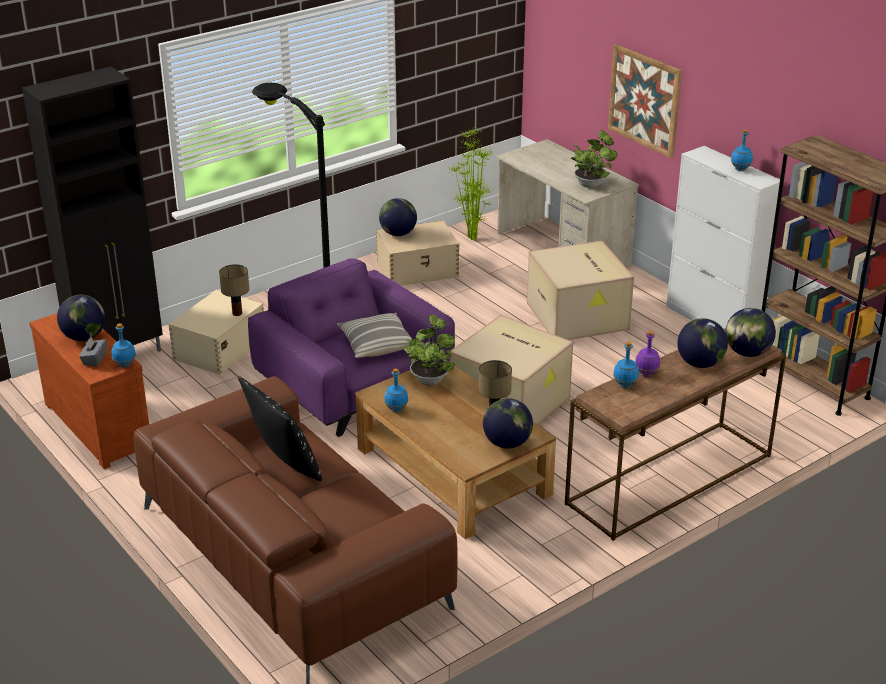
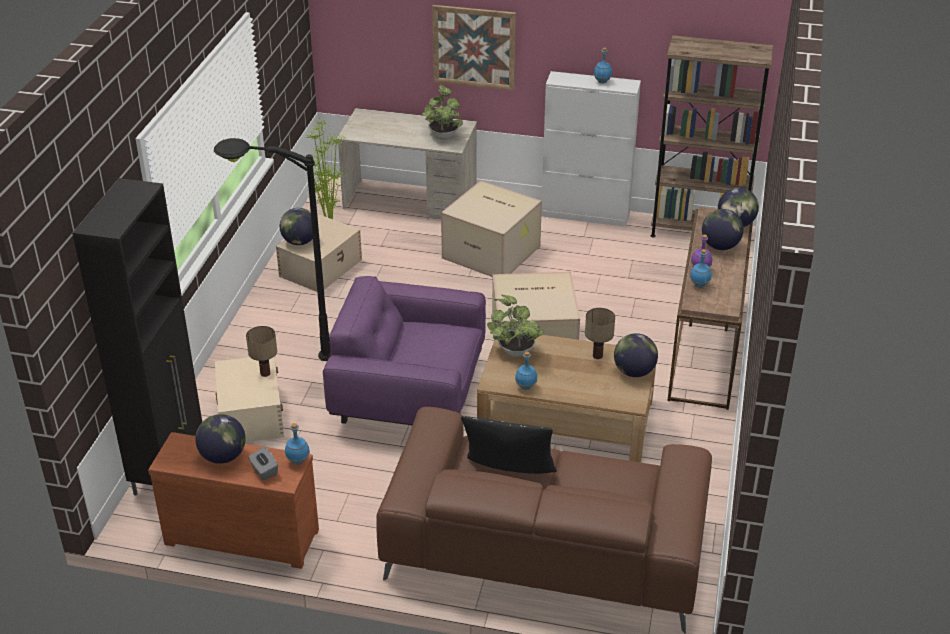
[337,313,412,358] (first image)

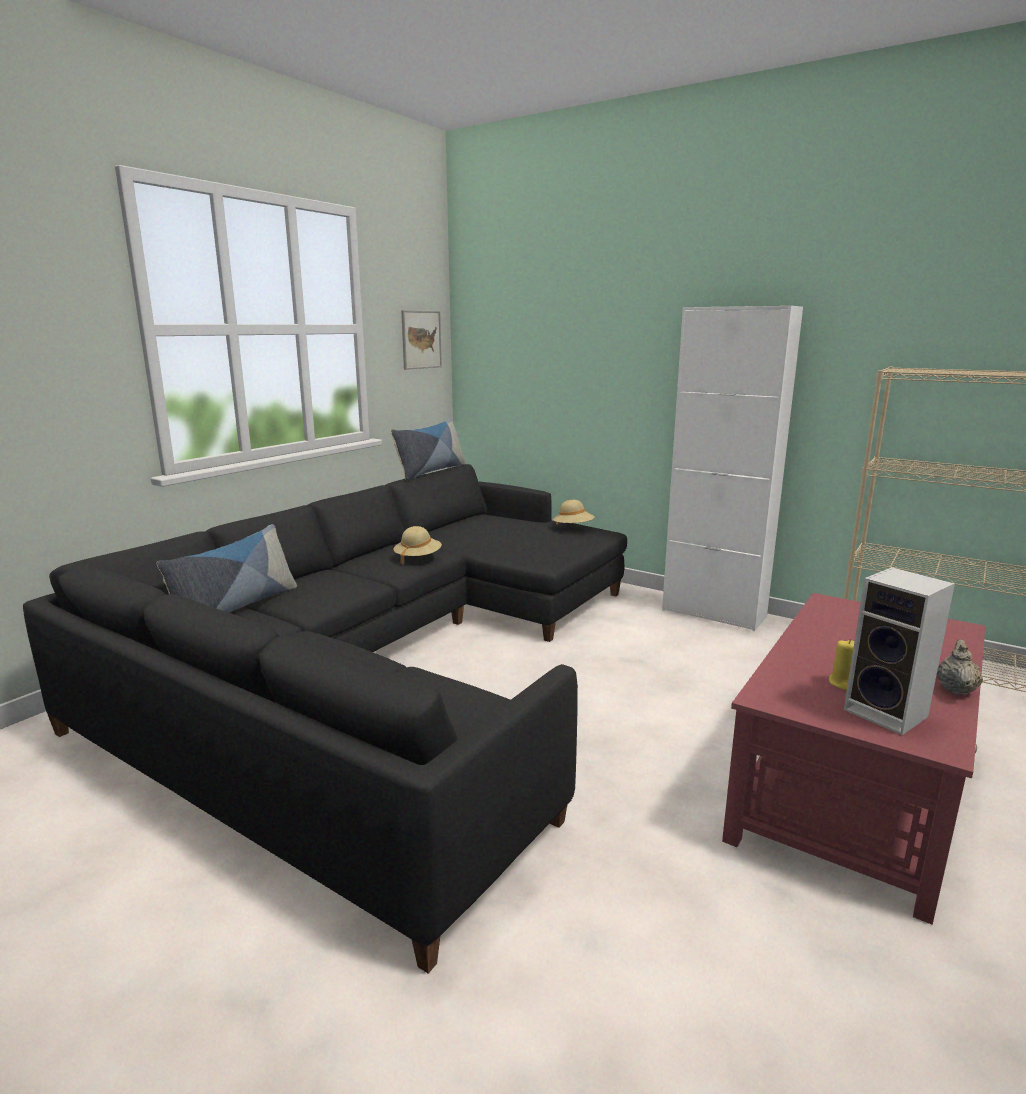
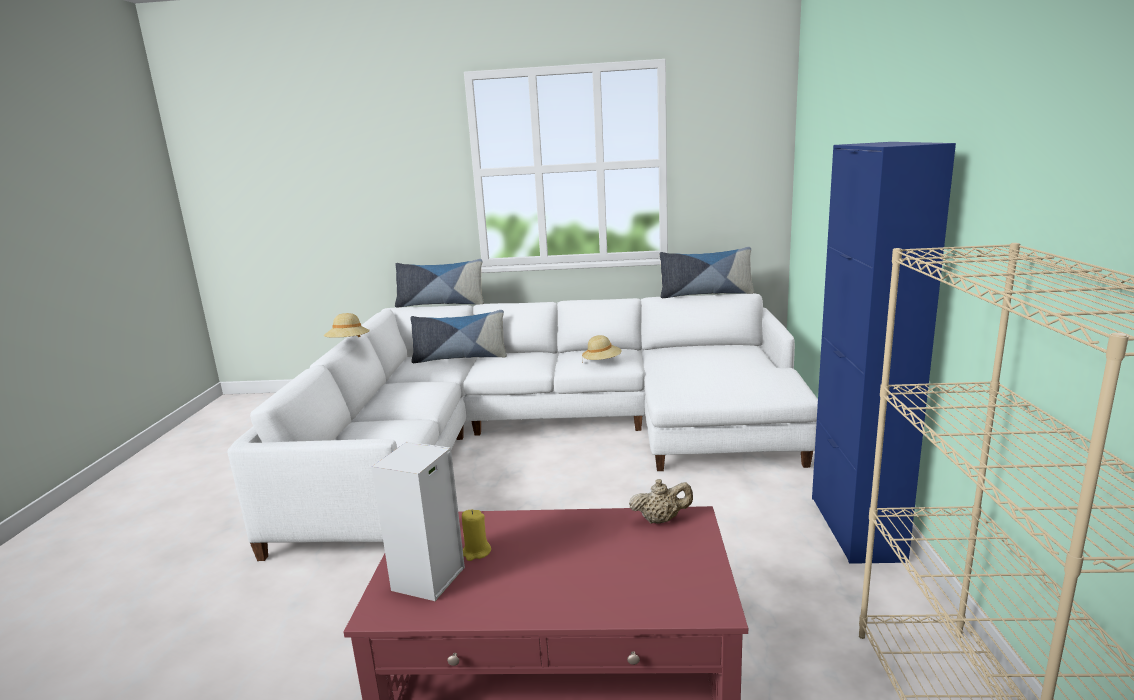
[227,293,818,561]
[401,310,442,370] (first image)
[324,313,370,338]
[812,142,956,564]
[629,479,693,524]
[395,259,484,307]

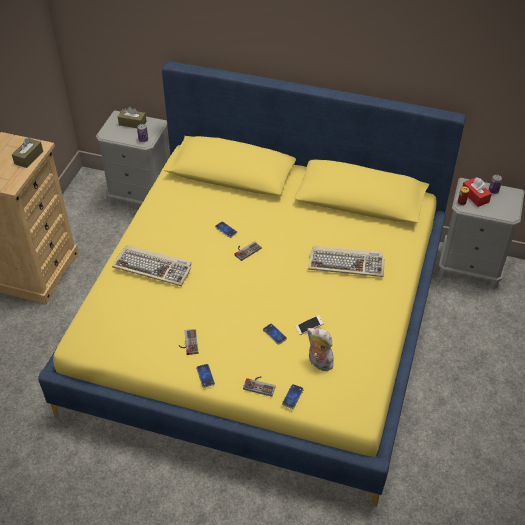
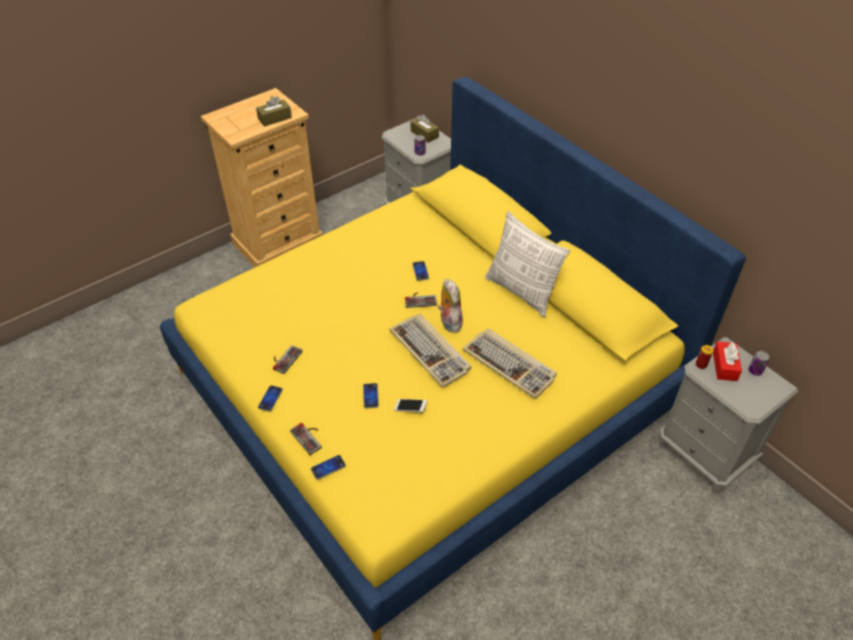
[390,314,471,388]
[438,279,463,333]
[485,211,570,318]

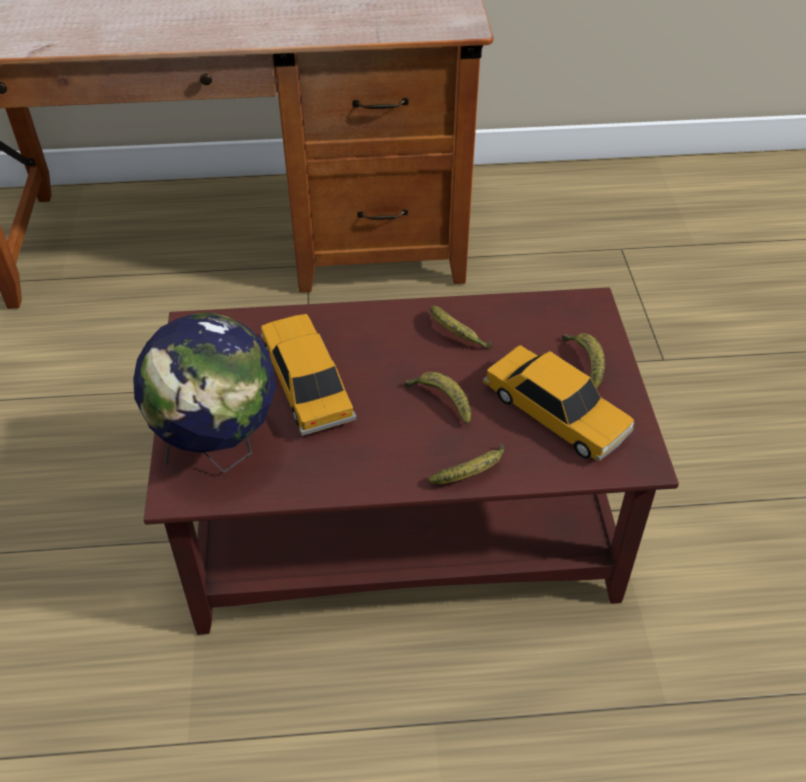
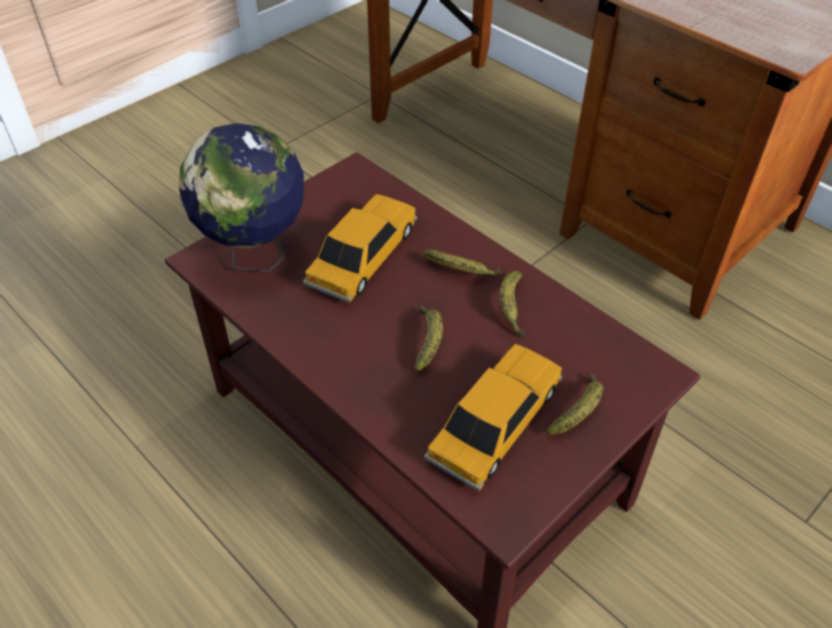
[424,249,500,276]
[424,344,562,492]

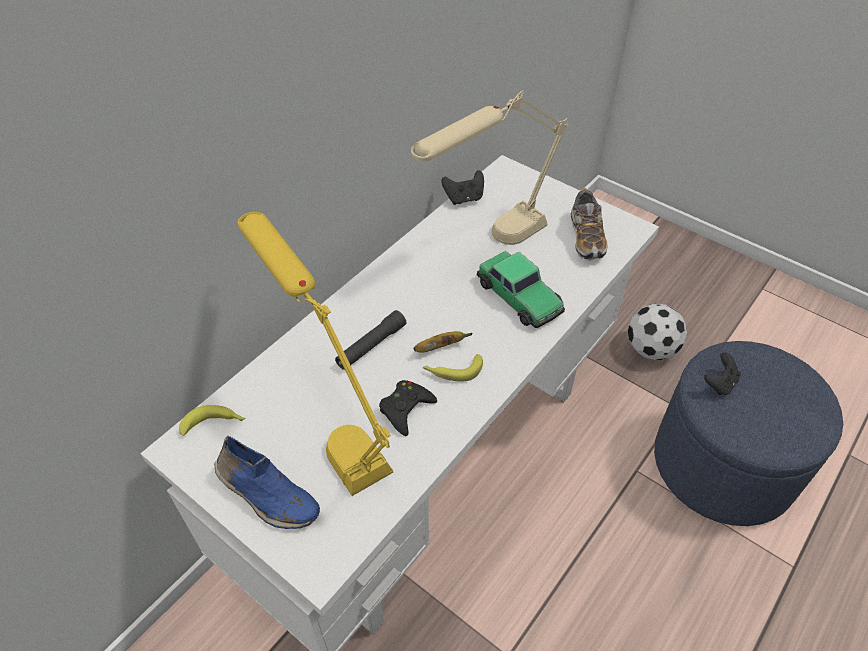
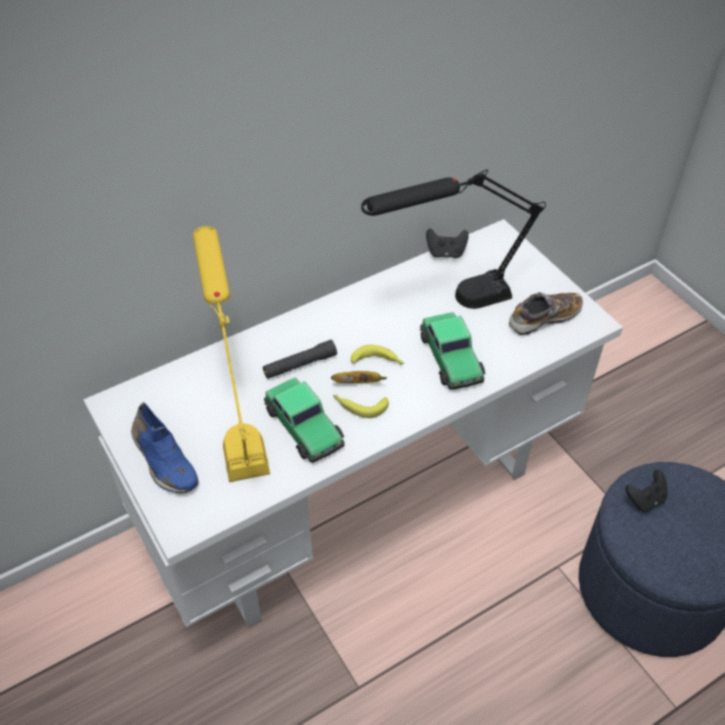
[351,345,404,365]
[264,378,345,463]
[361,170,546,309]
[508,292,583,336]
[628,304,687,360] (first image)

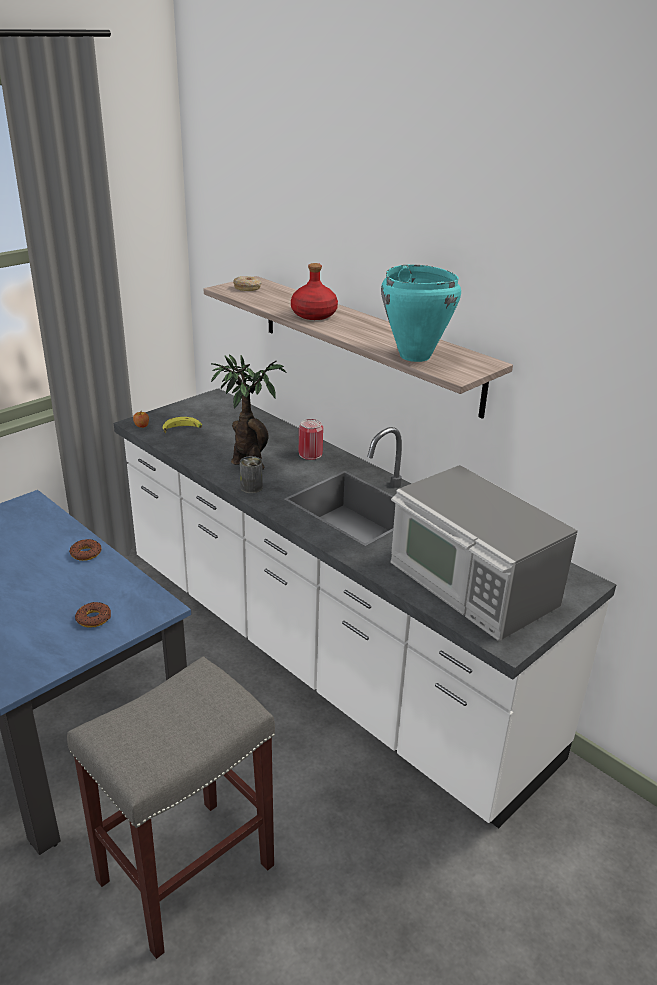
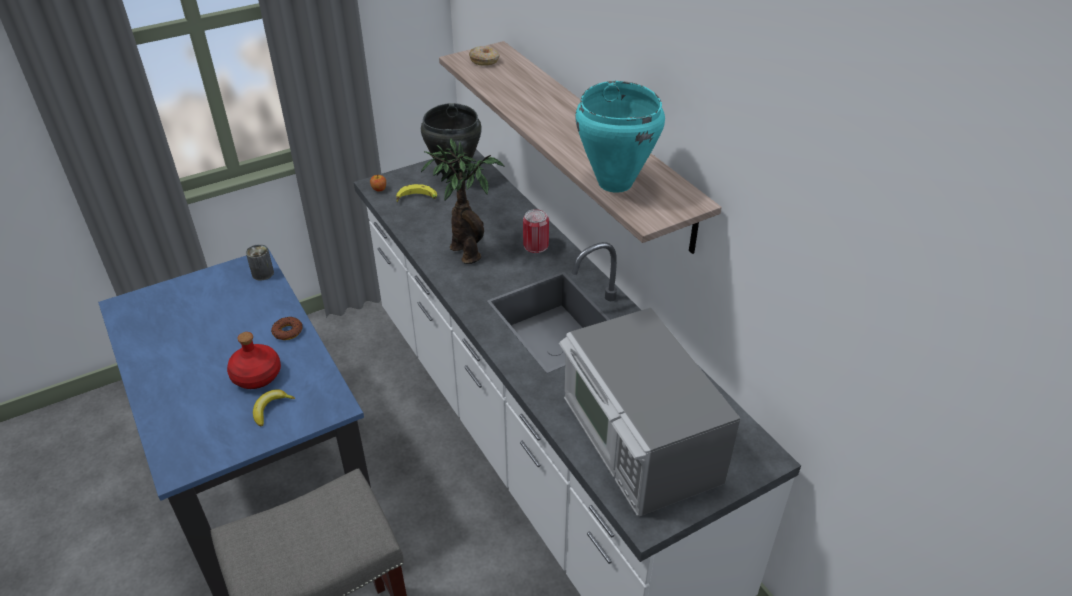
[253,389,295,426]
[246,244,274,281]
[227,332,281,389]
[421,103,482,179]

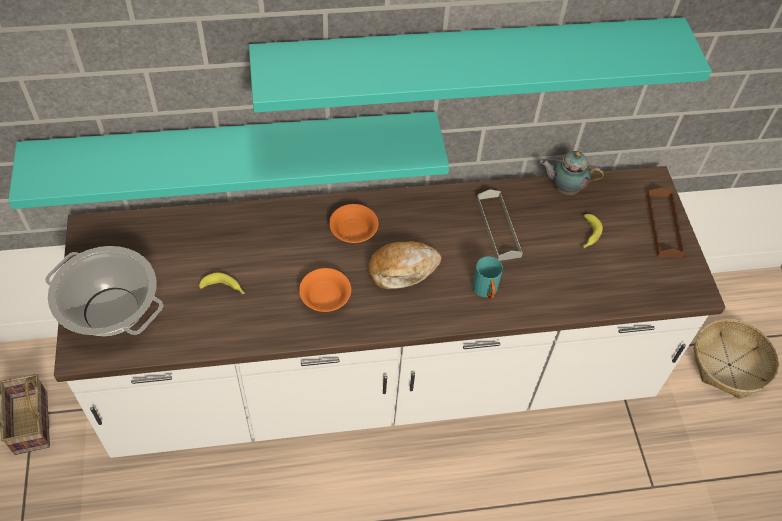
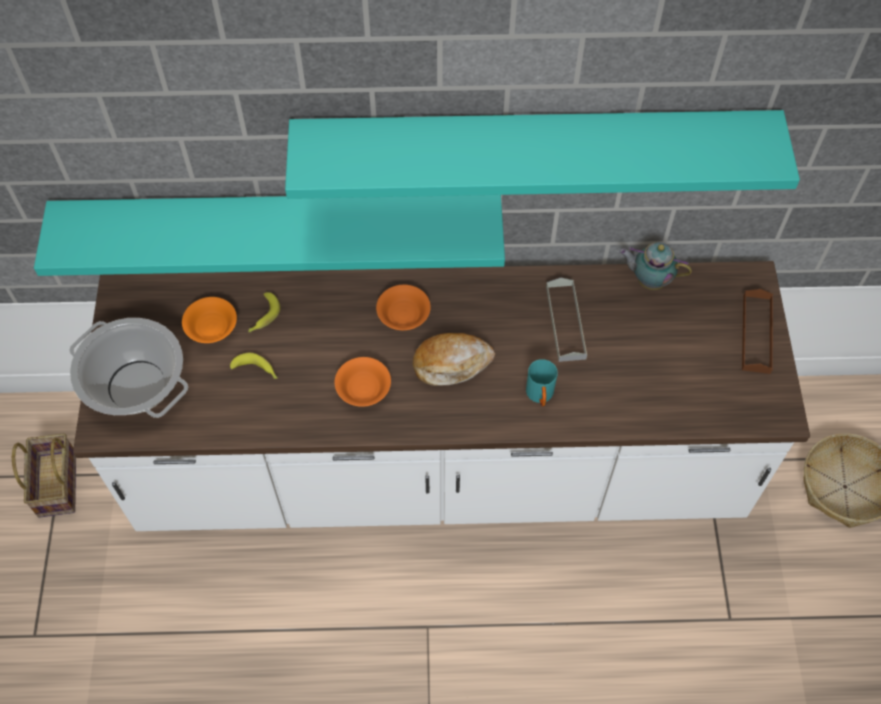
[248,292,280,332]
[182,297,237,343]

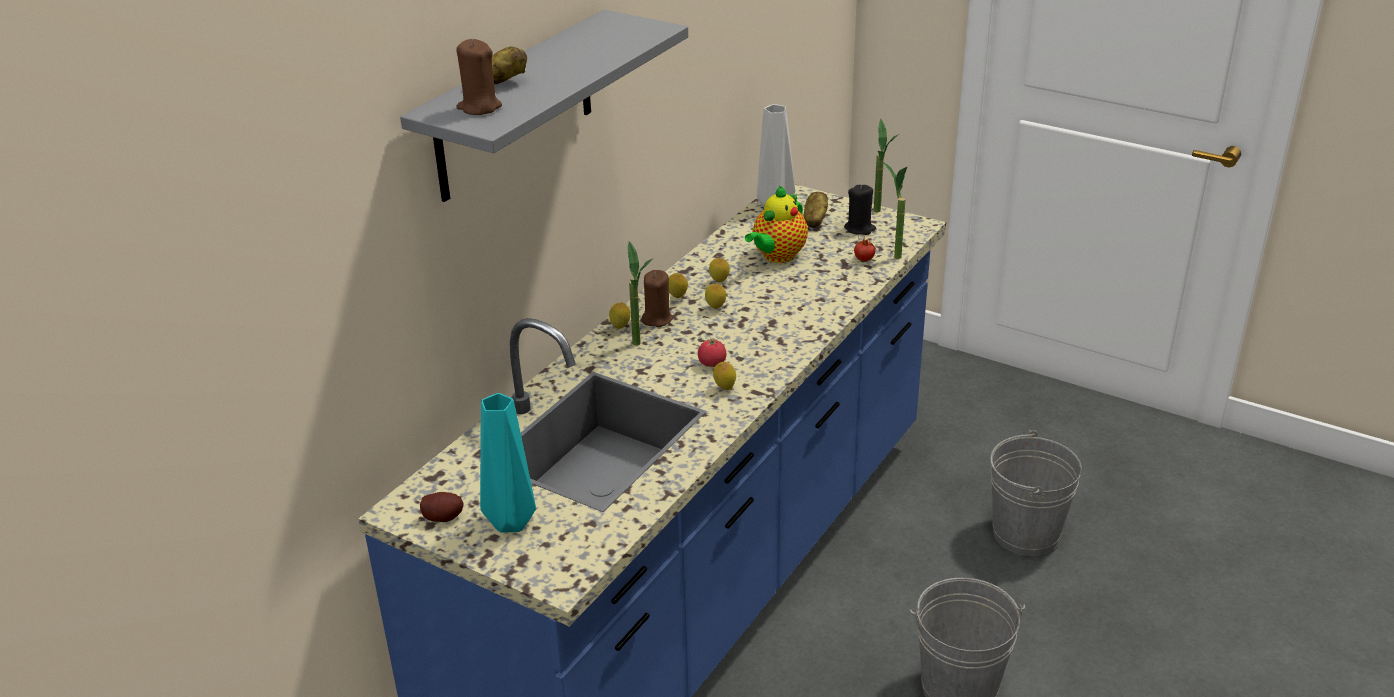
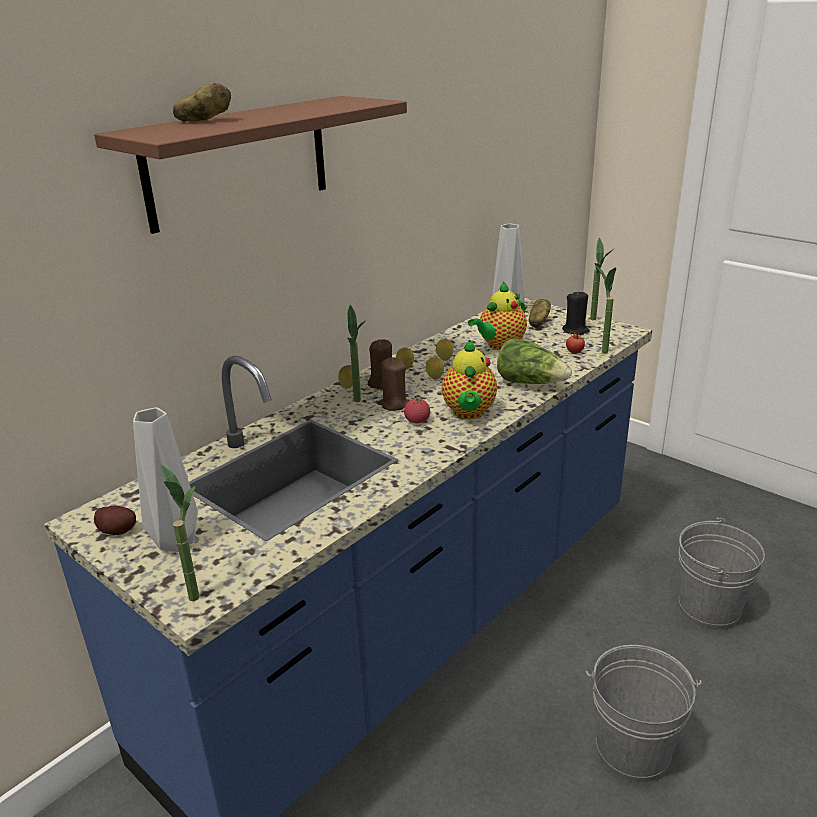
[94,96,407,234]
[378,357,409,411]
[133,407,198,552]
[713,362,736,390] (first image)
[161,465,199,601]
[442,340,497,419]
[497,338,572,384]

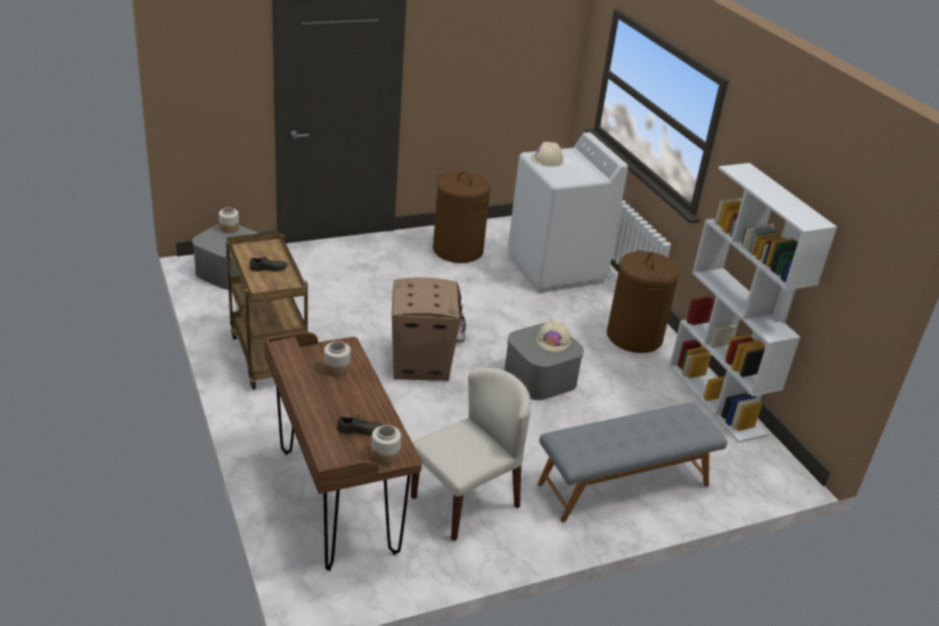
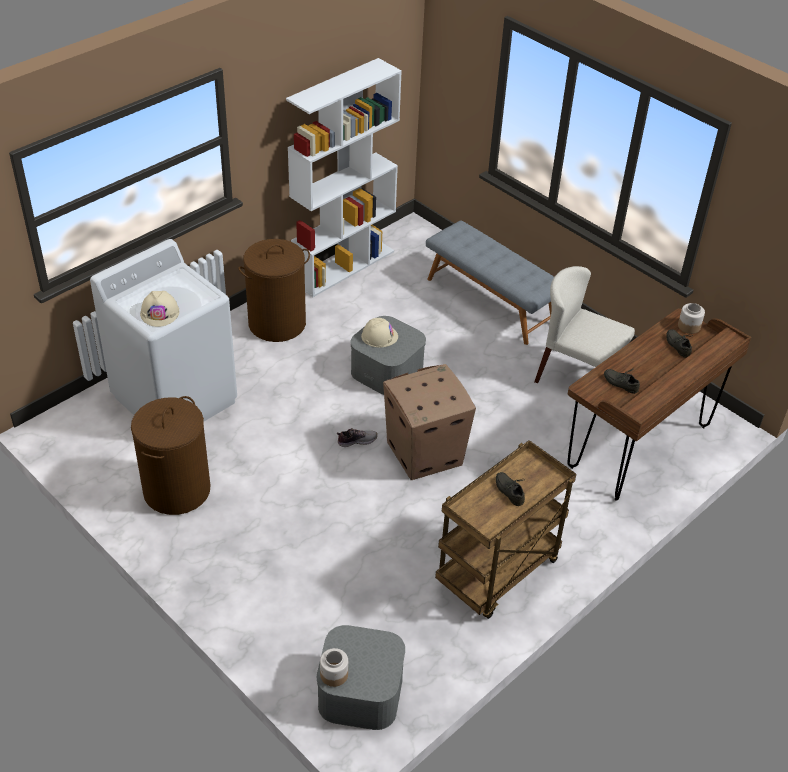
[604,369,640,394]

